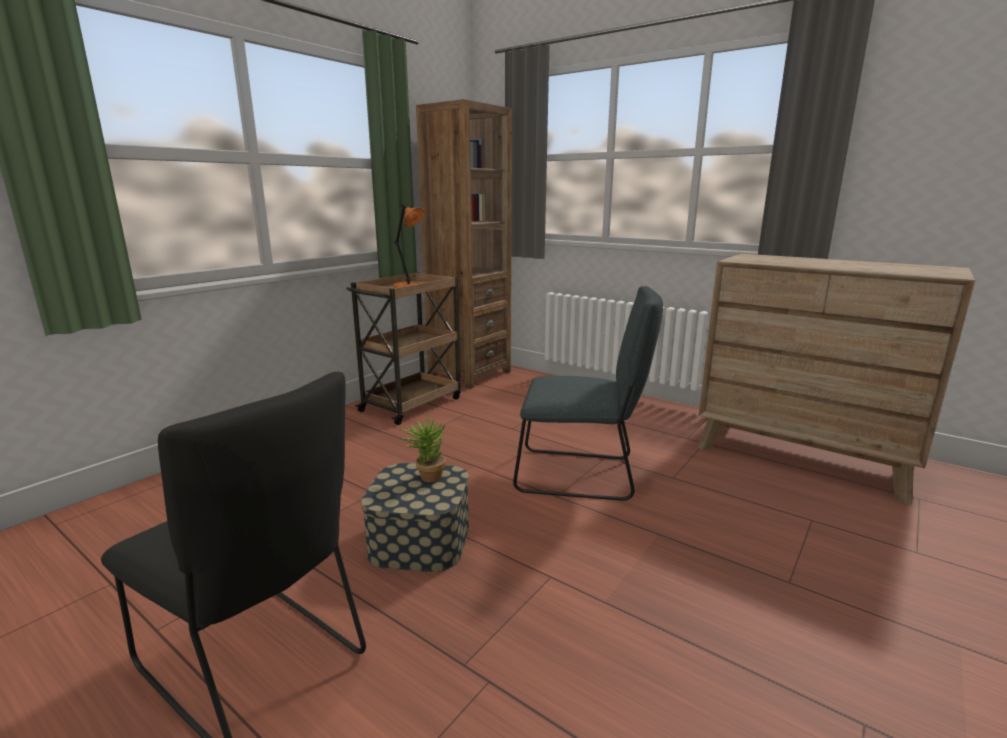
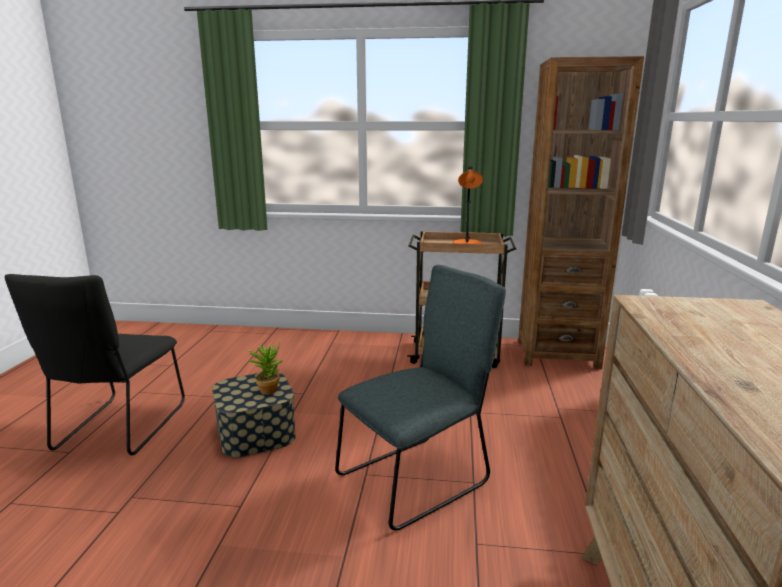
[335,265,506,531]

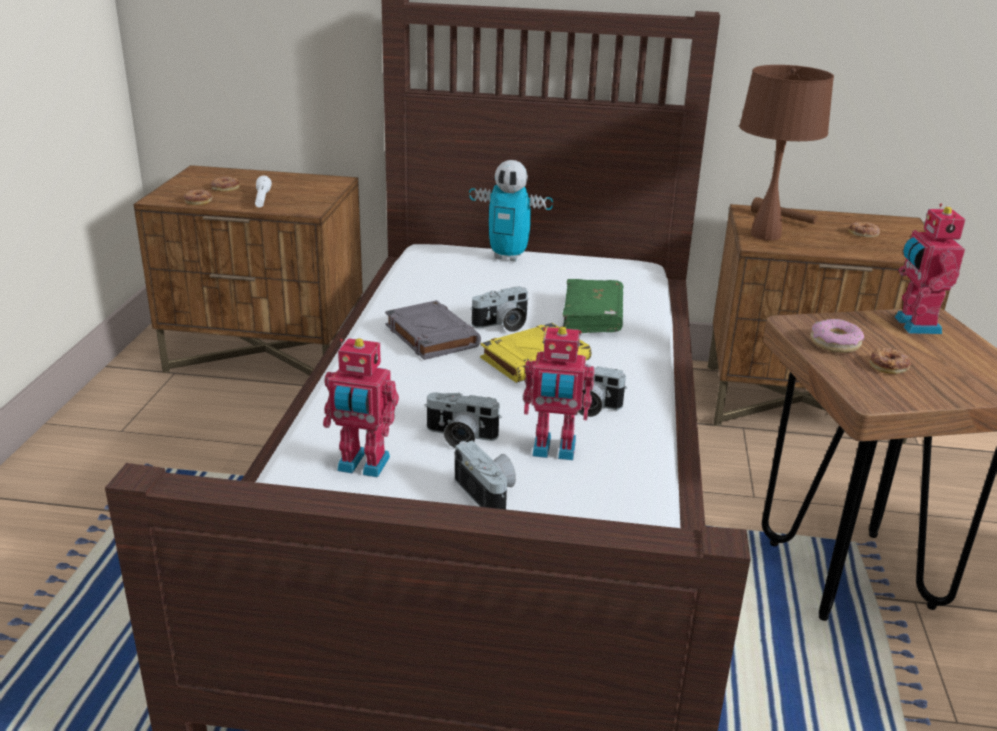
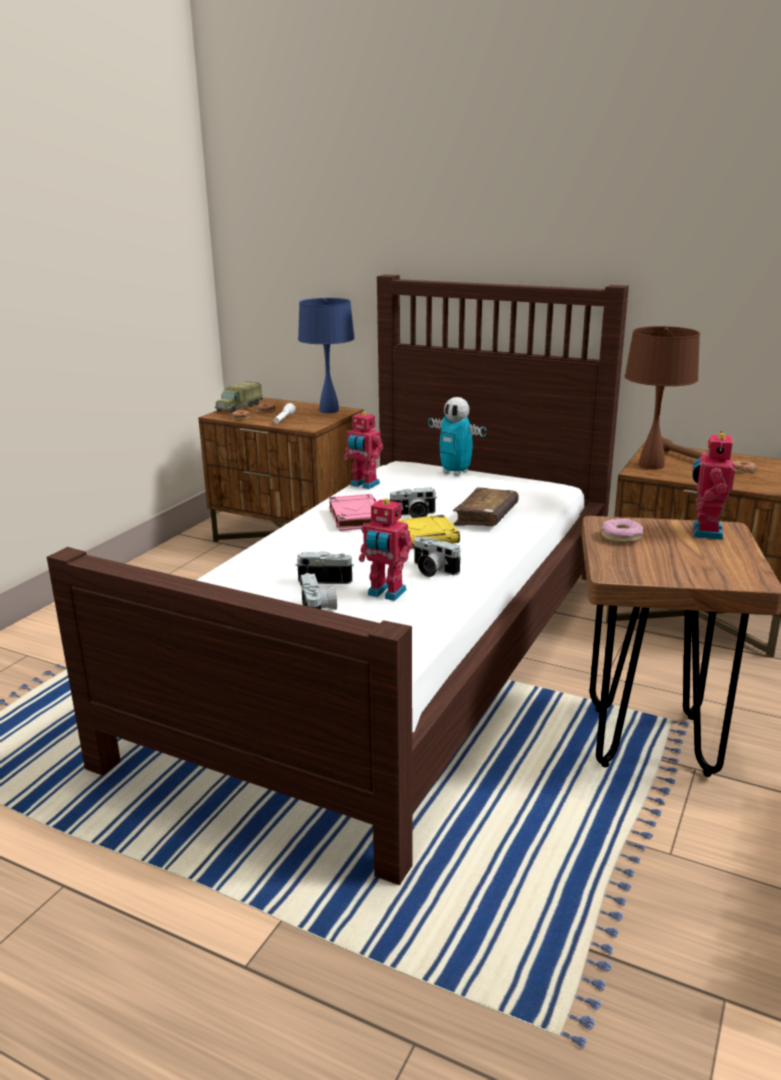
[344,411,383,489]
[329,494,376,531]
[295,551,354,584]
[453,487,519,526]
[870,348,911,374] (first image)
[215,381,263,413]
[298,298,355,413]

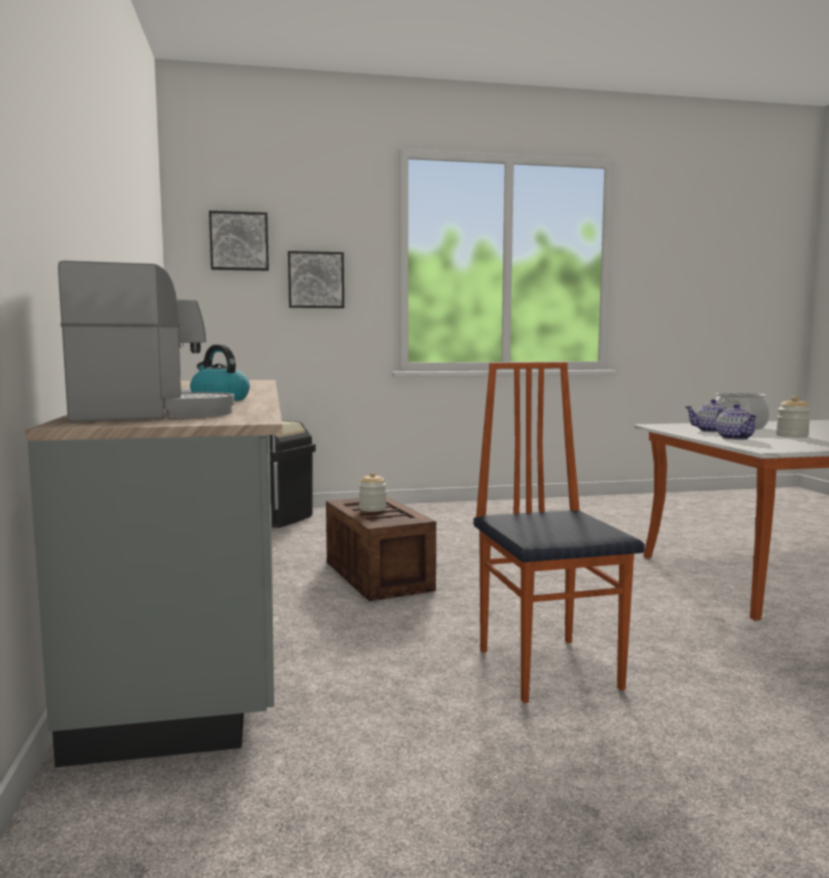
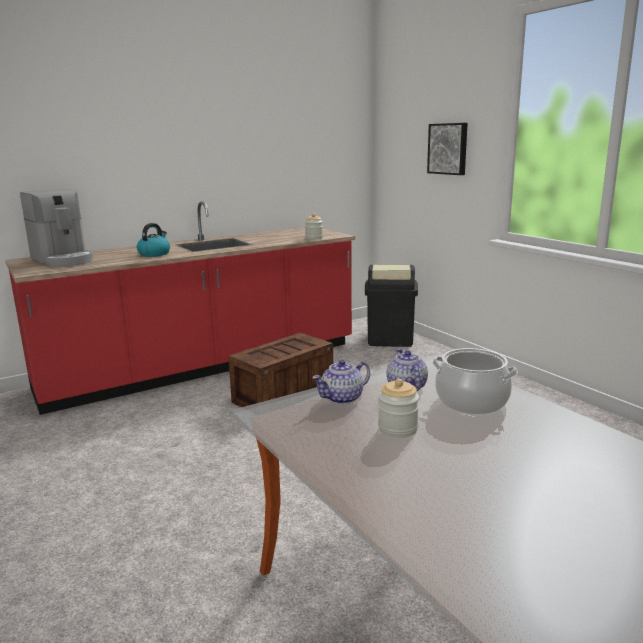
[5,201,355,415]
[209,211,269,271] (first image)
[305,214,323,239]
[474,362,645,703] (first image)

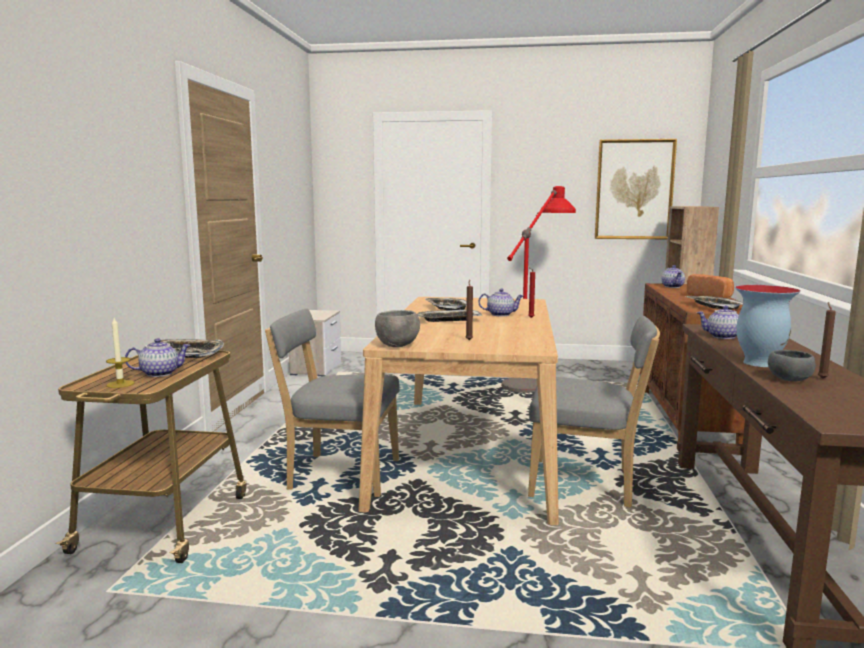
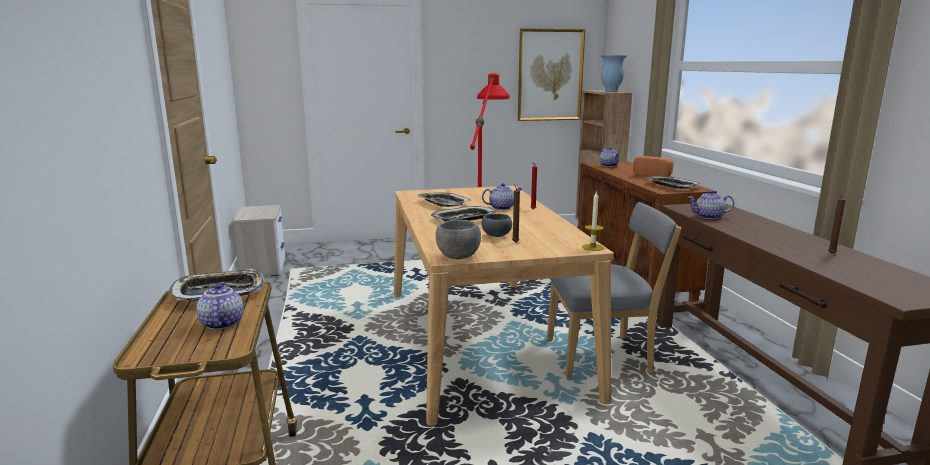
[582,191,604,251]
[197,282,243,330]
[265,308,400,497] (first image)
[601,55,627,92]
[481,214,512,237]

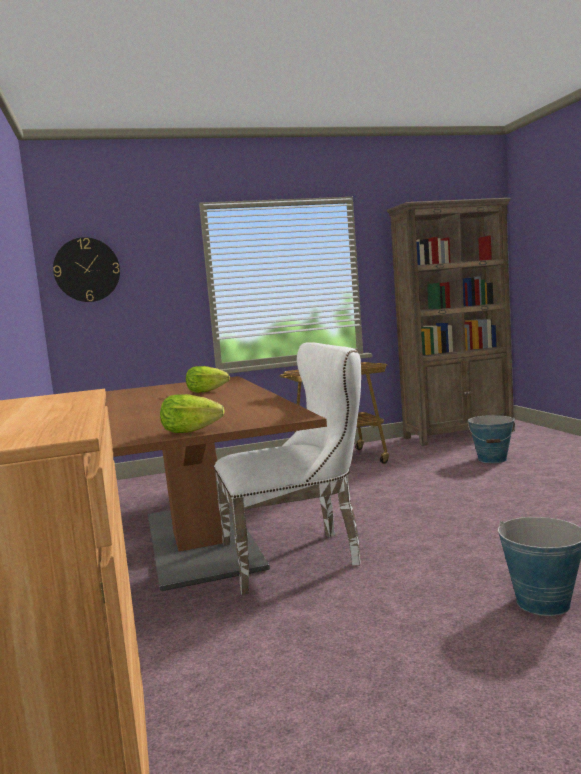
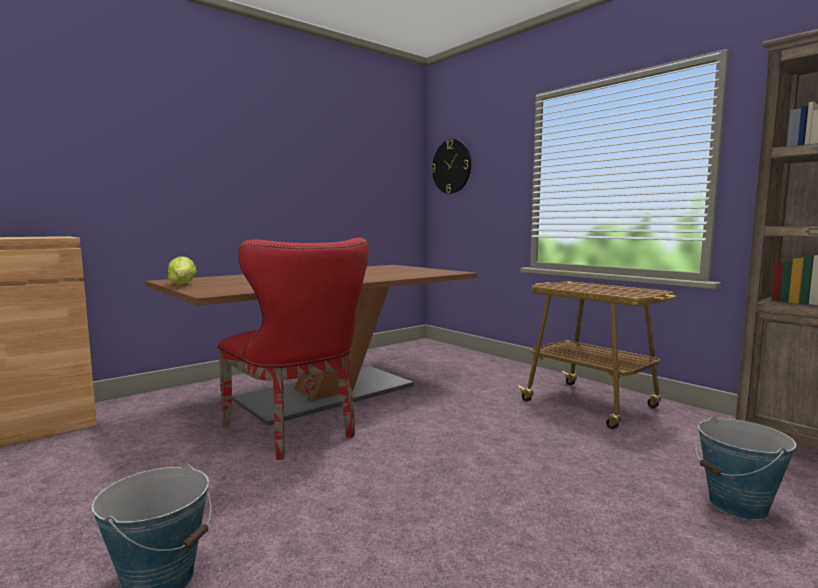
[186,366,230,393] (first image)
[218,238,369,460]

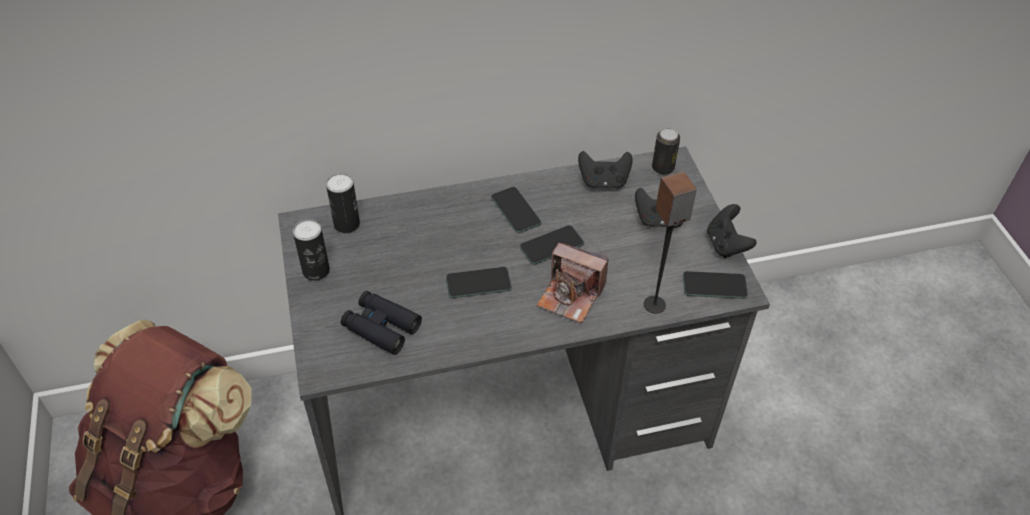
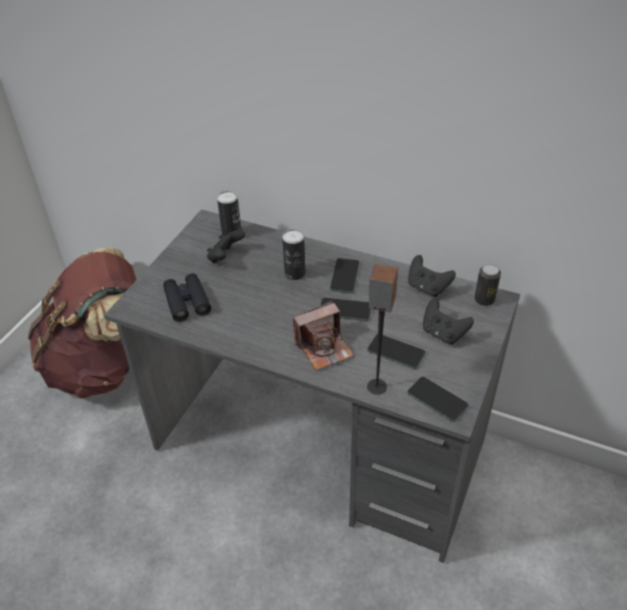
[282,229,306,280]
[367,334,426,369]
[293,301,354,371]
[207,230,245,263]

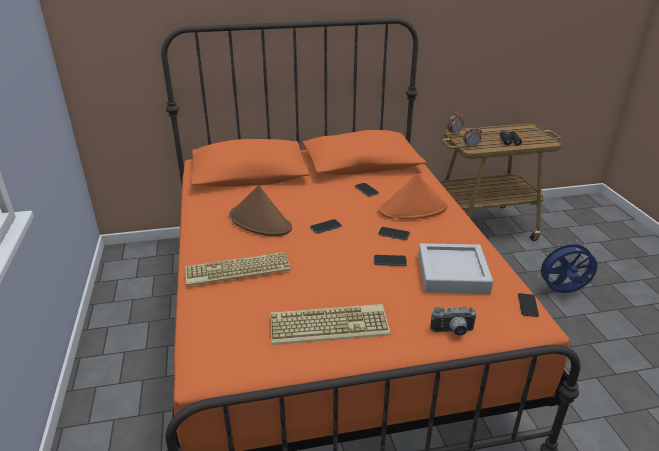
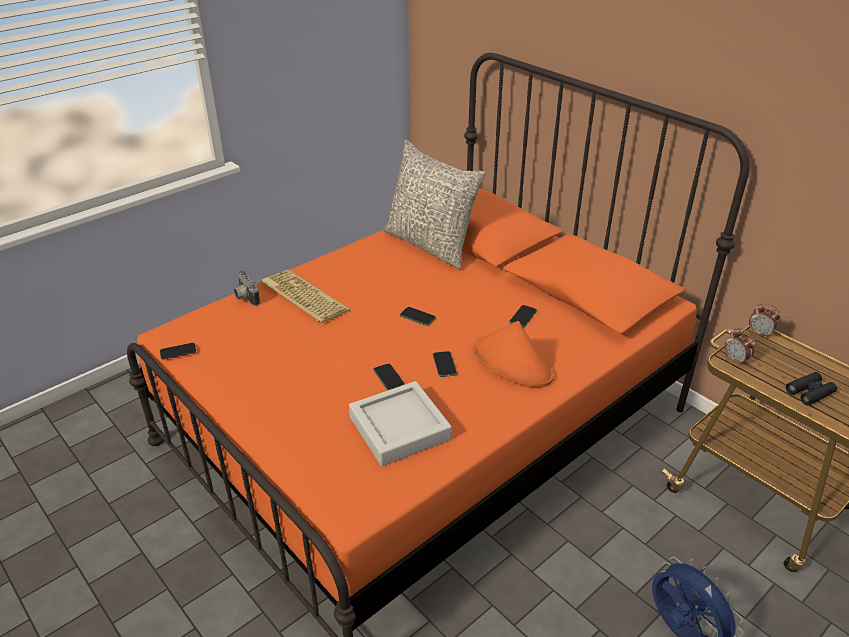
[229,185,292,237] (first image)
[270,304,391,345] (first image)
[234,270,260,306]
[160,343,196,359]
[383,139,486,269]

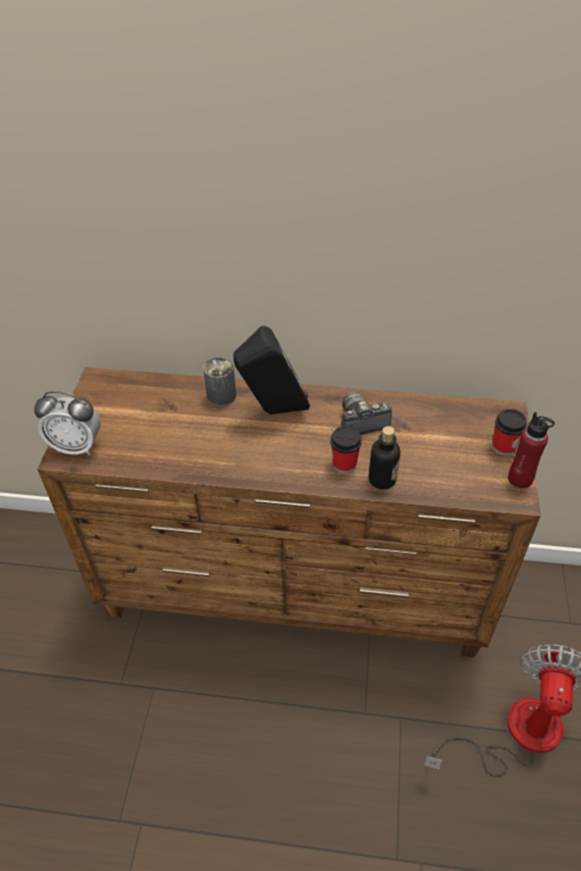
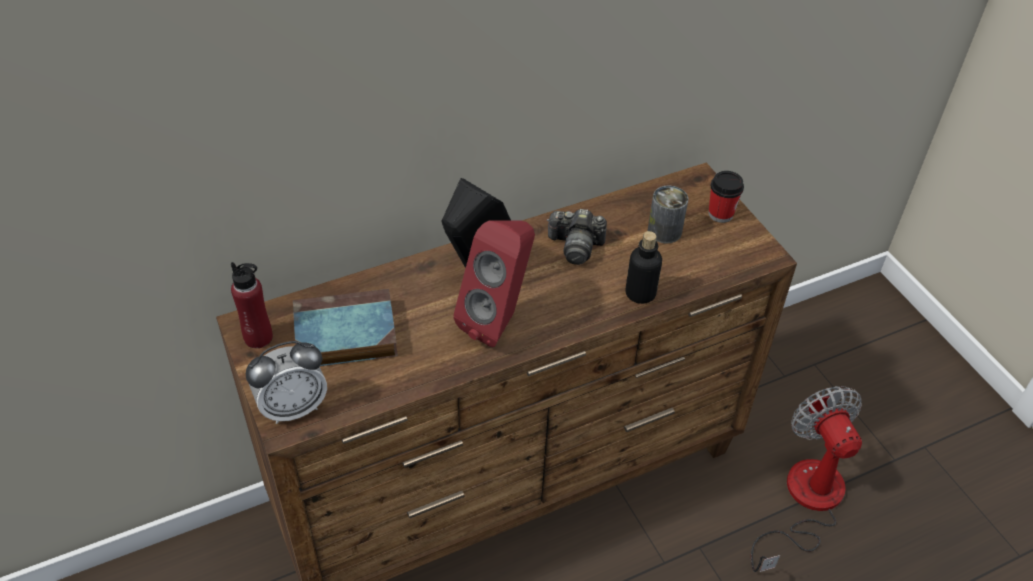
[648,186,688,244]
[330,426,362,474] (first image)
[547,209,607,265]
[231,262,273,348]
[293,289,398,366]
[454,220,535,347]

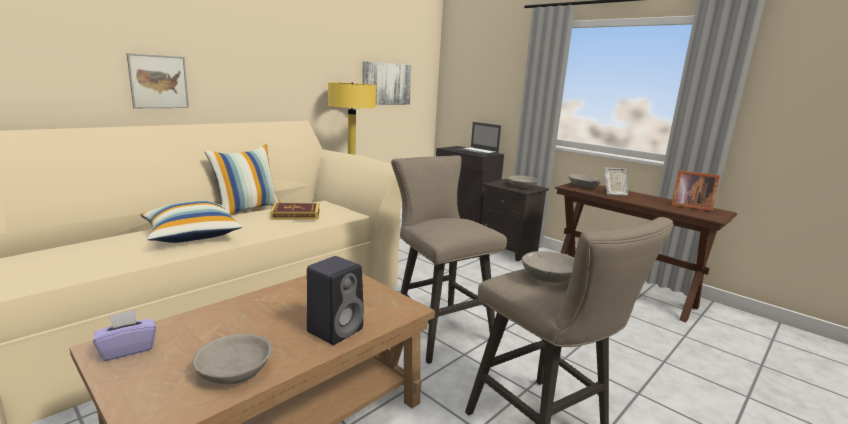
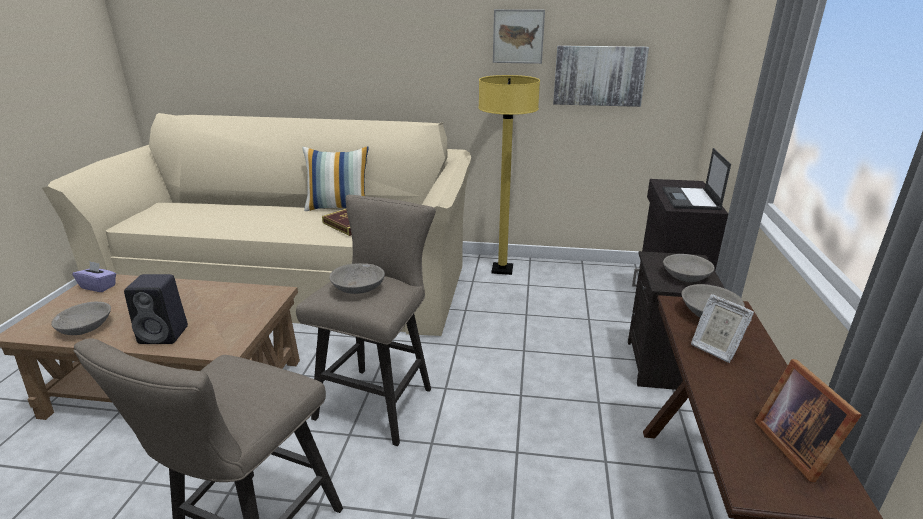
[493,9,545,64]
[140,201,242,243] (first image)
[329,263,385,294]

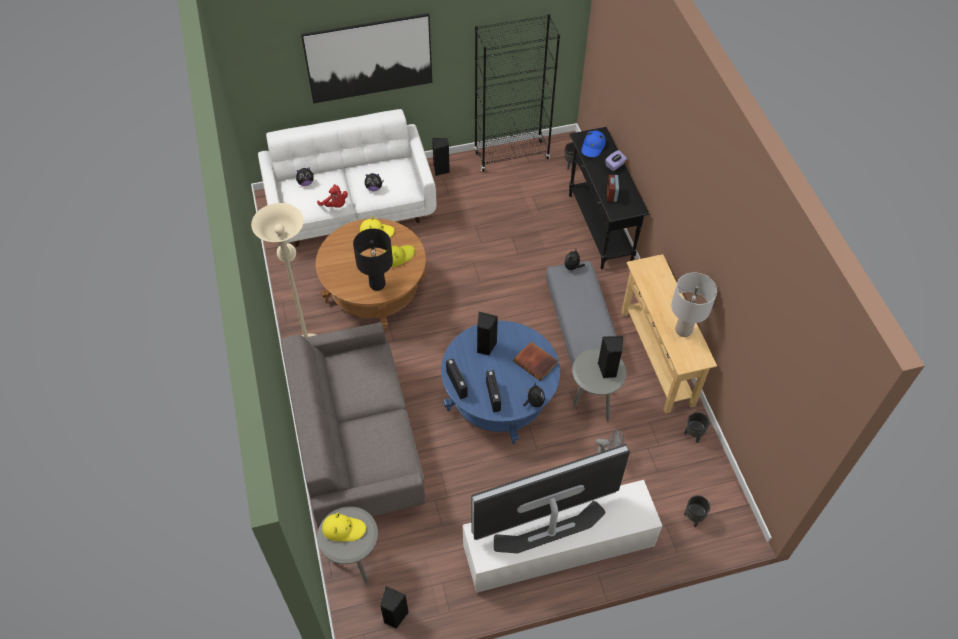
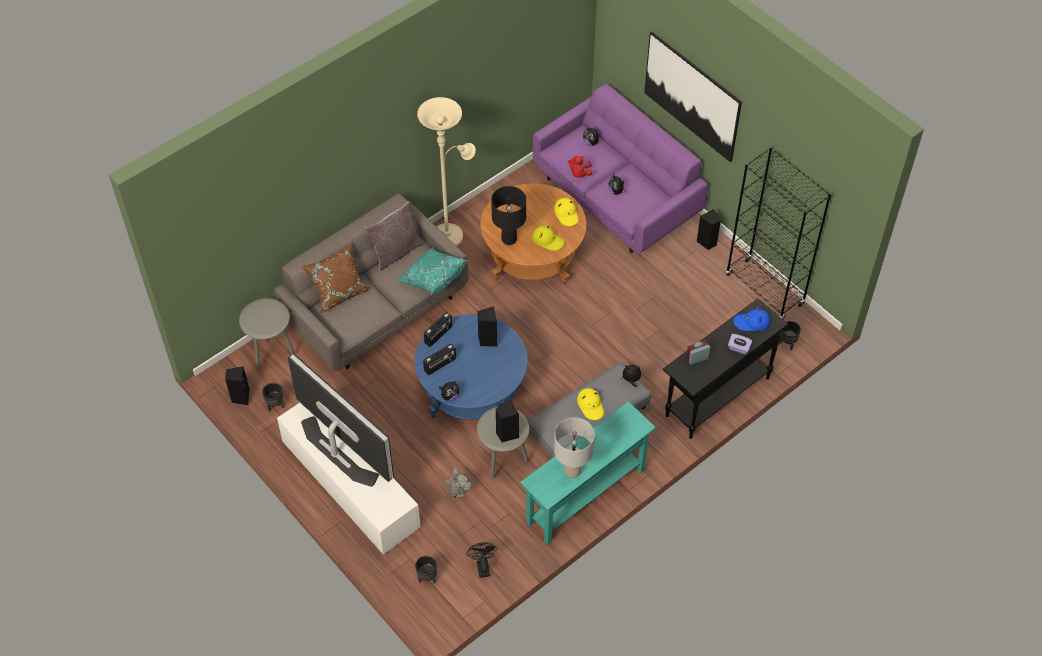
[533,84,708,254]
[577,388,604,420]
[514,342,558,381] (first image)
[520,401,656,545]
[262,383,284,411]
[301,243,370,313]
[365,201,423,271]
[397,248,468,295]
[466,542,498,578]

